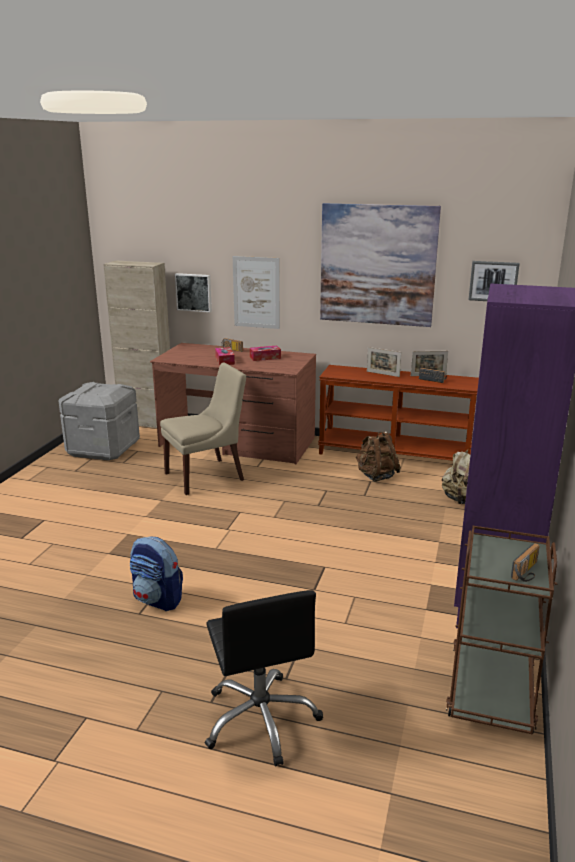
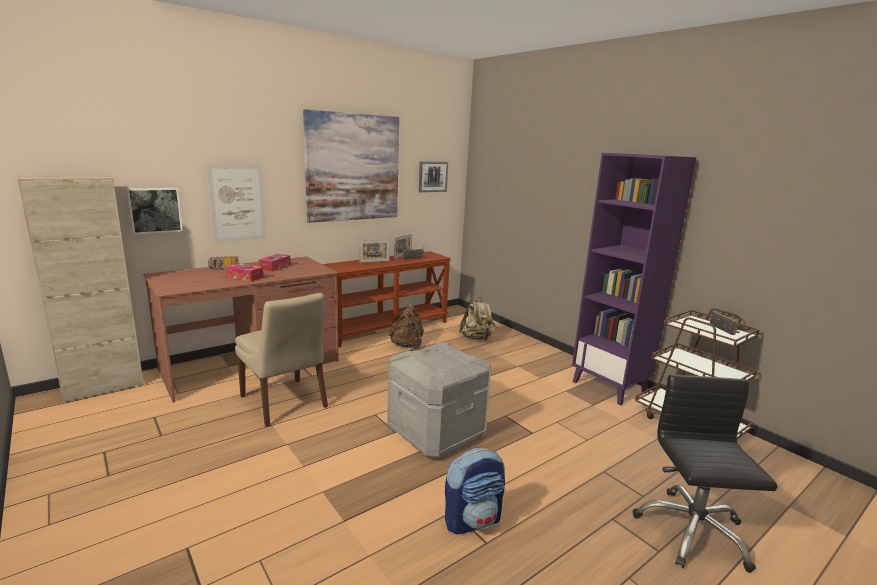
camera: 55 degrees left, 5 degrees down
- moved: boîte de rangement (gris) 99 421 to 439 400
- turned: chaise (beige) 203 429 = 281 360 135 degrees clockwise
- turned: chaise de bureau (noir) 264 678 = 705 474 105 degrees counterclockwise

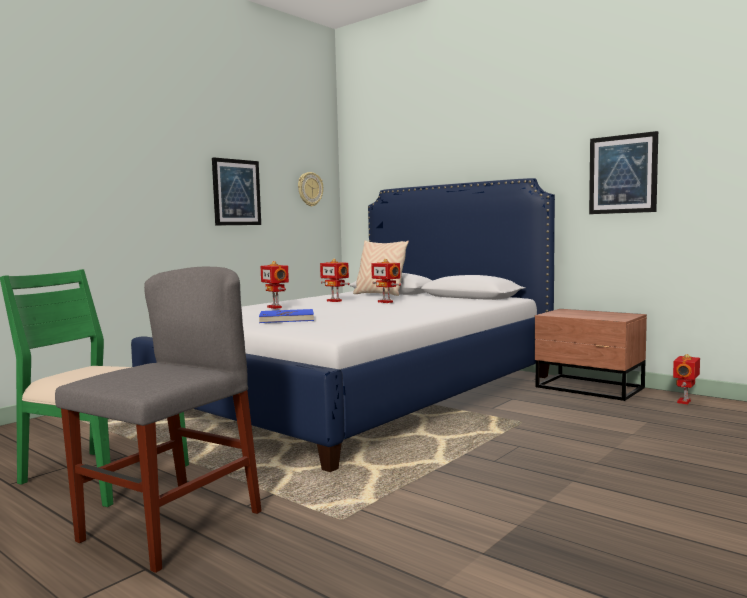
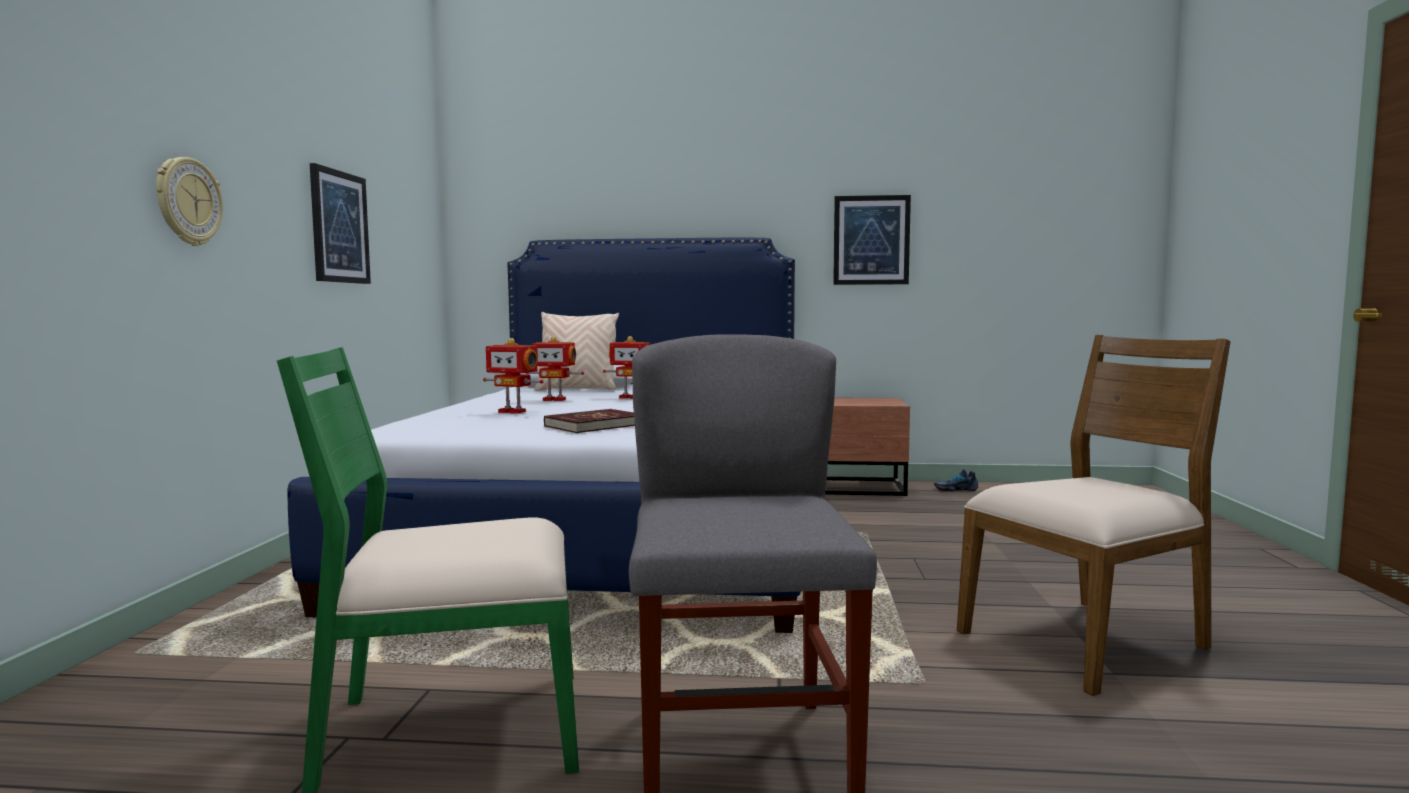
camera: 35 degrees left, 0 degrees up
- recoloured: livre (bleu) 286 316 to livre (rouge) 589 421
- moved: horloge murale 310 189 to 189 201
- replaced: robot jouet 686 379 to chaussure 956 480
- added: chaise (marron) 1094 515

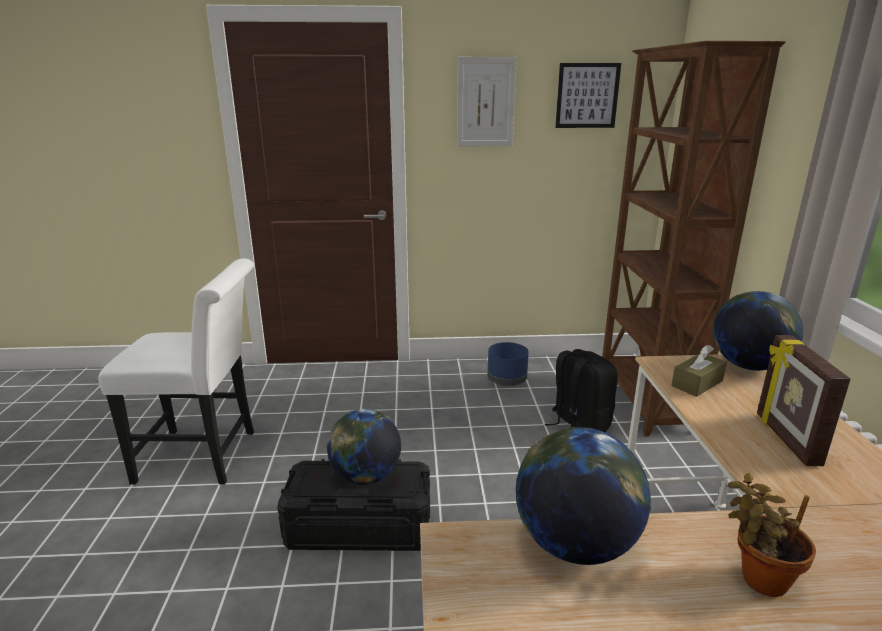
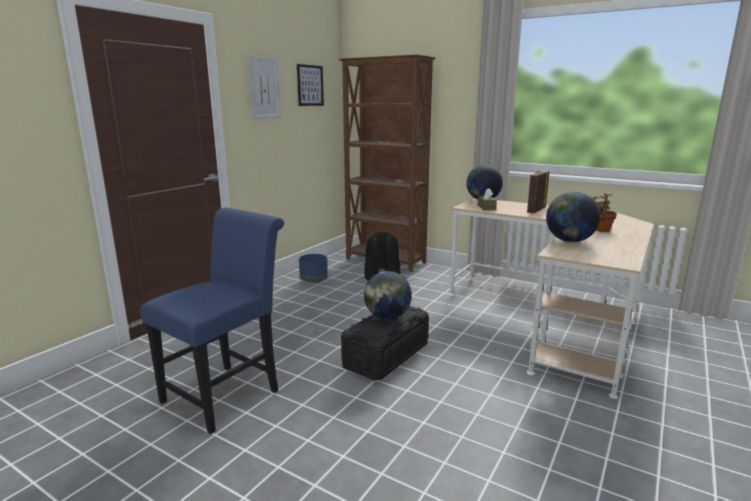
camera: 55 degrees left, 5 degrees down
- recoloured: chaise (blanc) 176 372 to chaise (bleu) 212 321
- turned: cadre photo 804 400 = 538 192 90 degrees clockwise

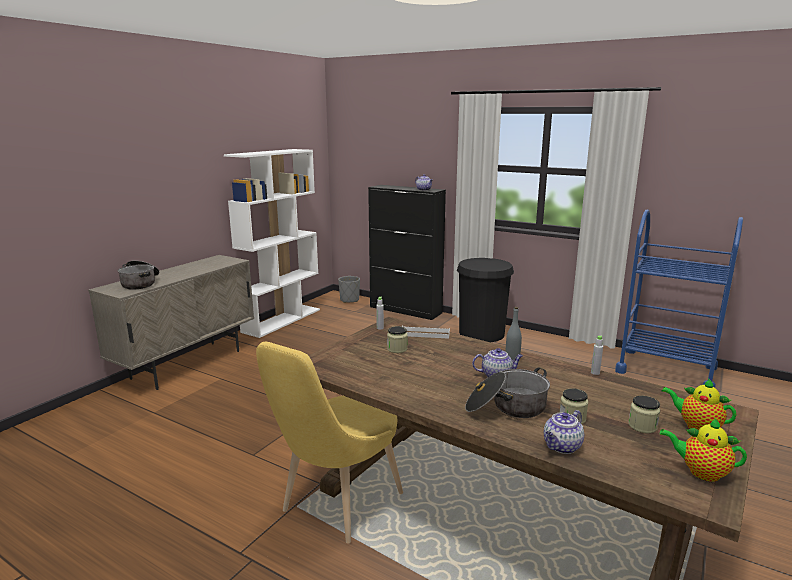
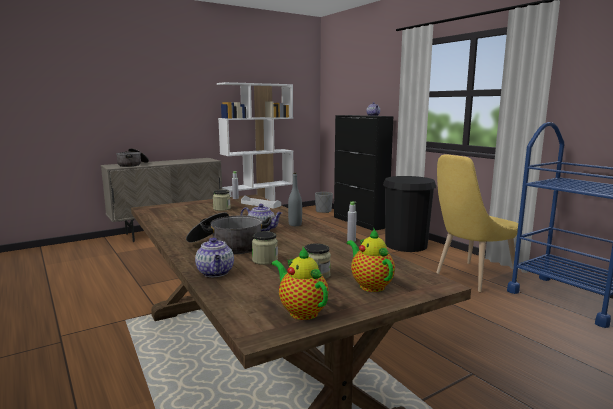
camera: 25 degrees right, 5 degrees down
- moved: chaise (jaune) 329 443 to 477 223
- turned: théière 564 432 = 214 257 90 degrees counterclockwise

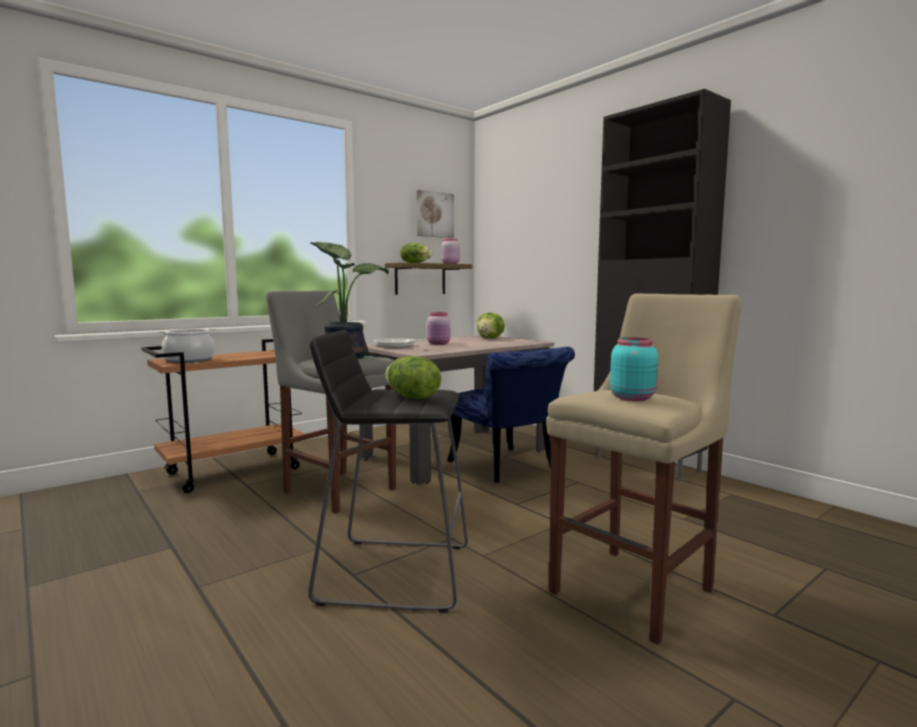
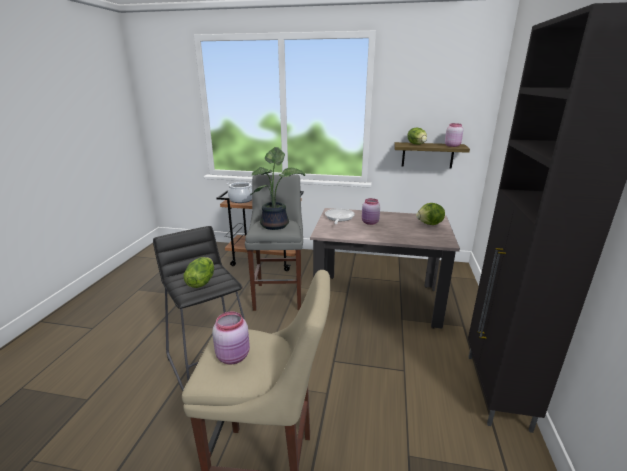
camera: 50 degrees right, 15 degrees up
- removed: tableau 435 214
- removed: chaise (bleu) 511 415
- recoloured: bocal (turquoise) 634 369 to bocal (rose) 231 338

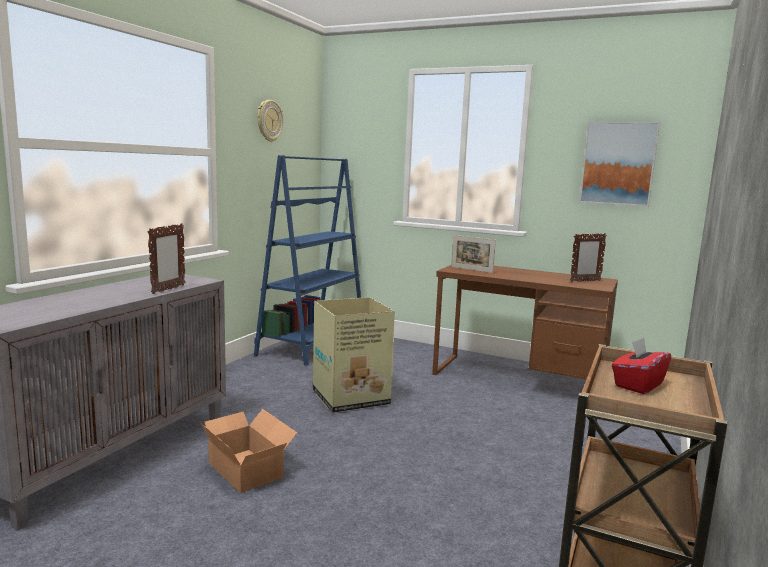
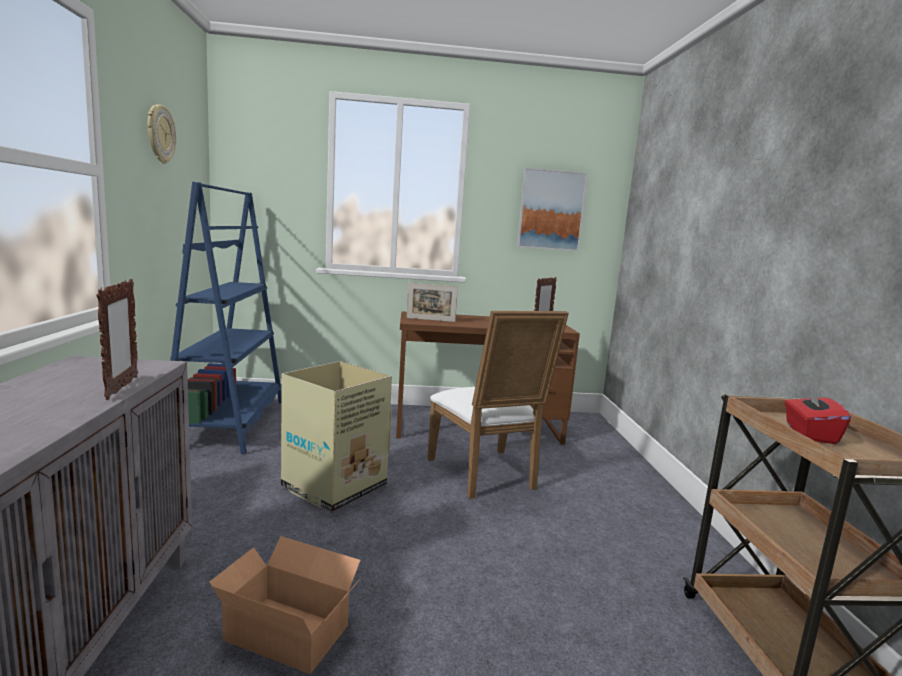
camera: 30 degrees left, 0 degrees up
- added: chaise (blanc) 498 405

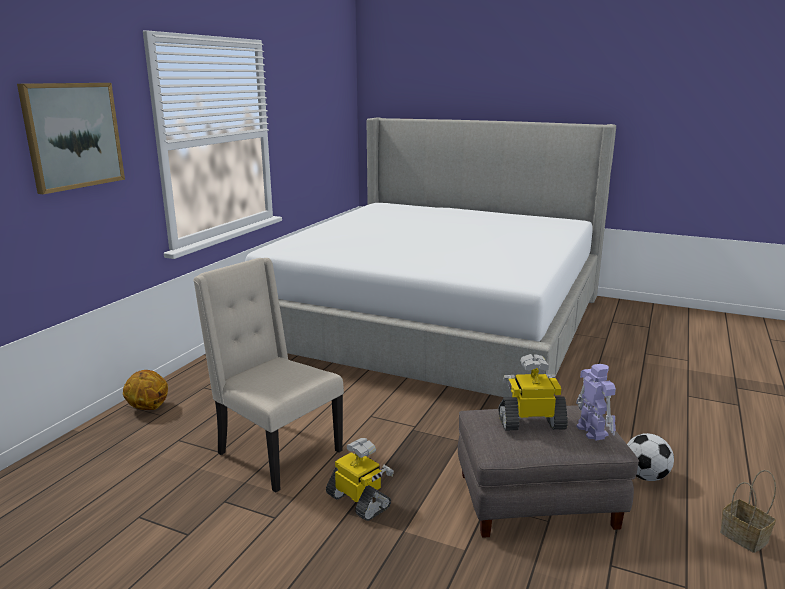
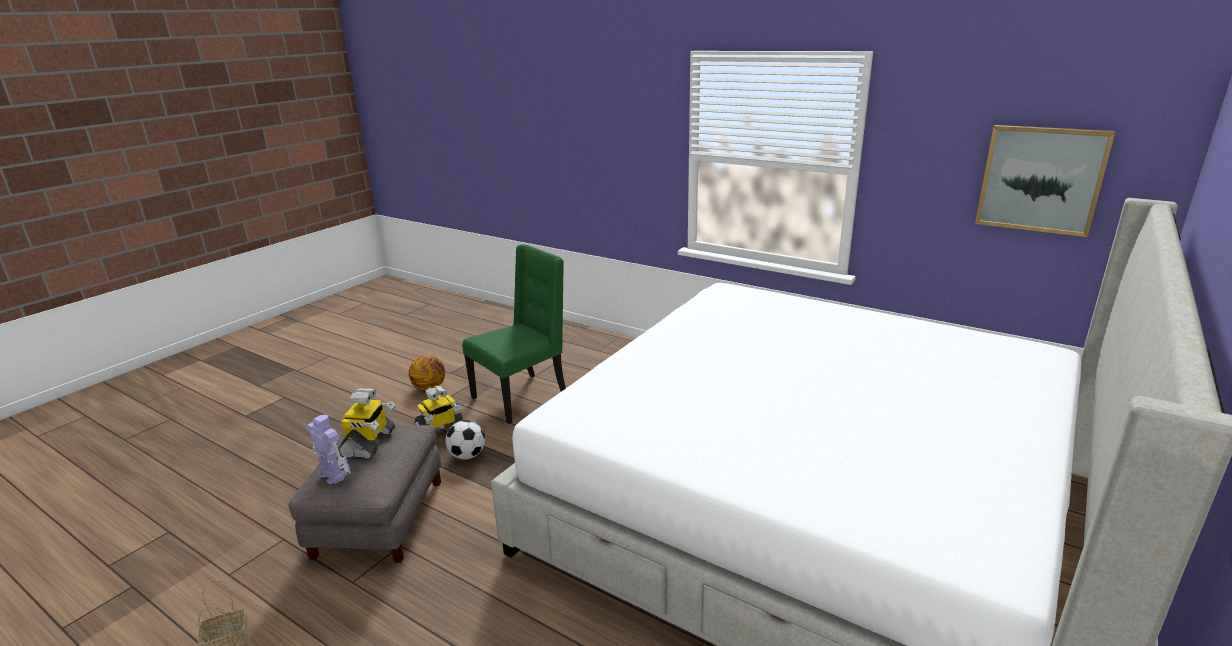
camera: 100 degrees right, 5 degrees up
- moved: tableau 71 138 to 1045 181
- moved: ballon de basket 145 390 to 427 373
- recoloured: chaise (beige) 268 375 to chaise (vert) 514 334
- turned: robot jouet 596 402 = 328 449 135 degrees counterclockwise
- moved: ballon de foot 650 457 to 465 440

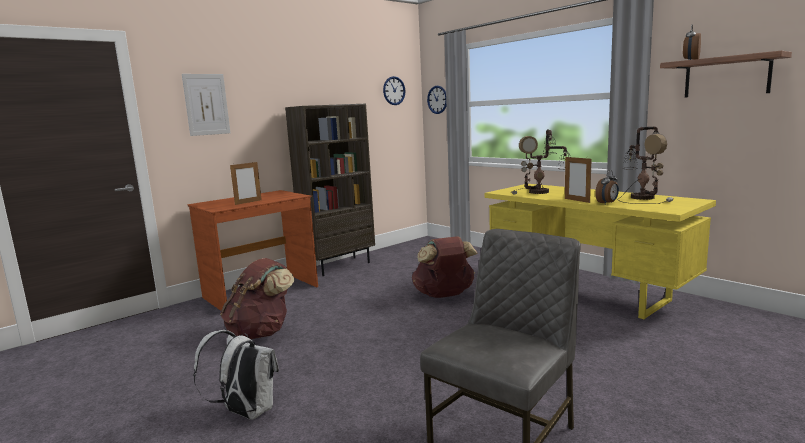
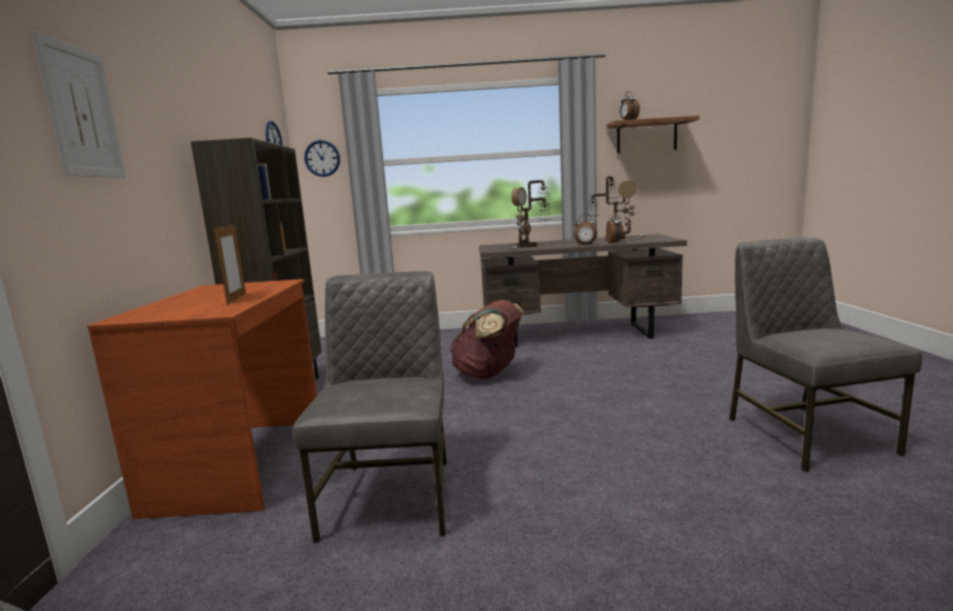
camera: 50 degrees left, 0 degrees up
- removed: sac à dos (blanc) 236 374
- replaced: sac à dos (marron) 257 298 to chaise (gris) 370 407
- recoloured: bureau (jaune) 600 251 to bureau (marron) 583 290
- replaced: cadre photo 578 180 to réveil 585 229

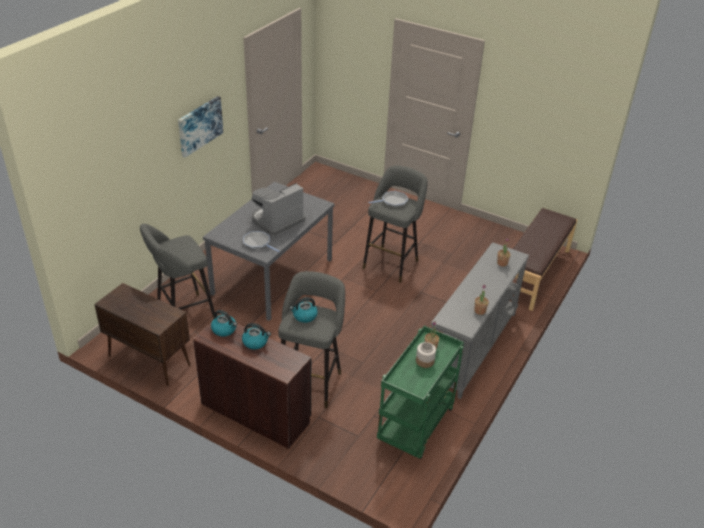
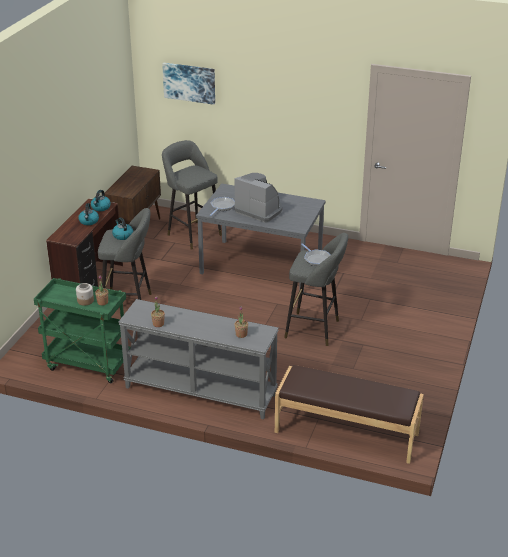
camera: 80 degrees right, 5 degrees down
- moved: tableau 200 126 to 188 84

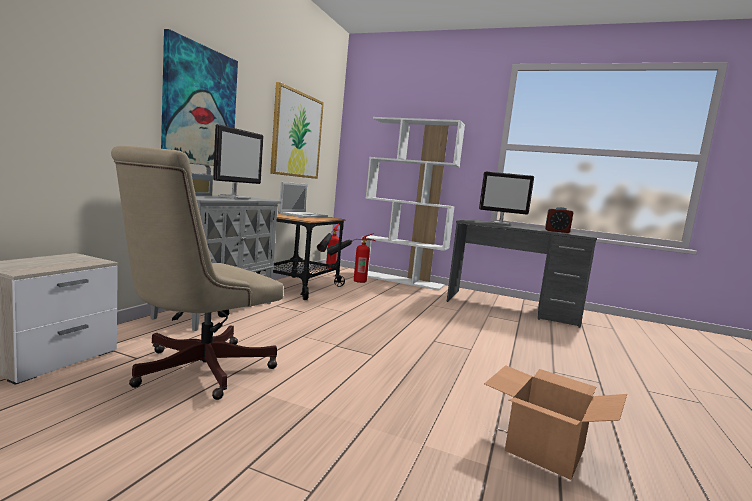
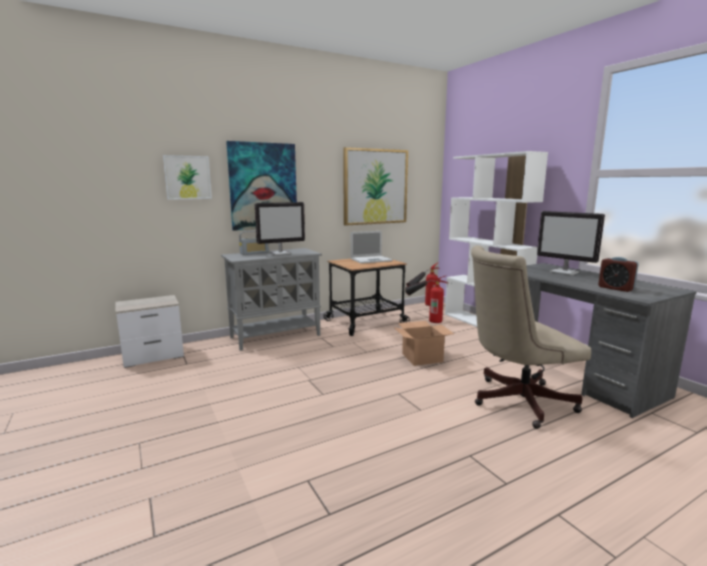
camera: 40 degrees right, 5 degrees up
- moved: chaise de bureau (beige) 197 273 to 531 337
- moved: carton 555 422 to 424 343
- added: tableau 187 177

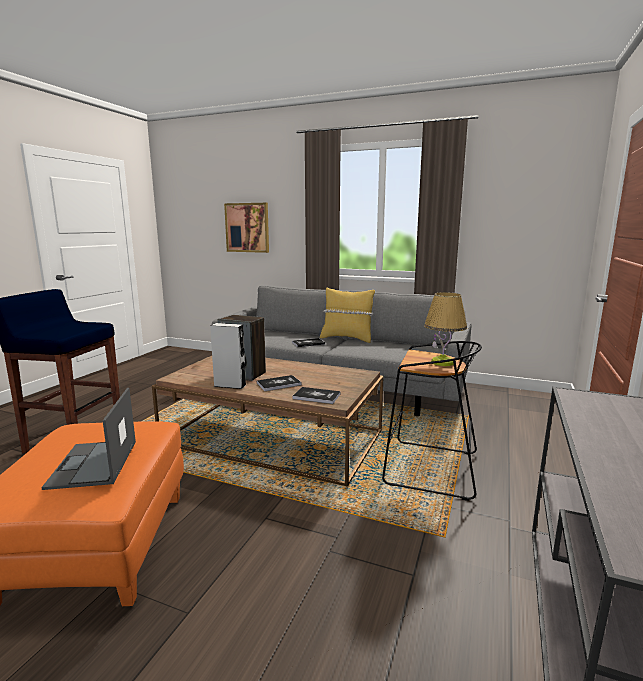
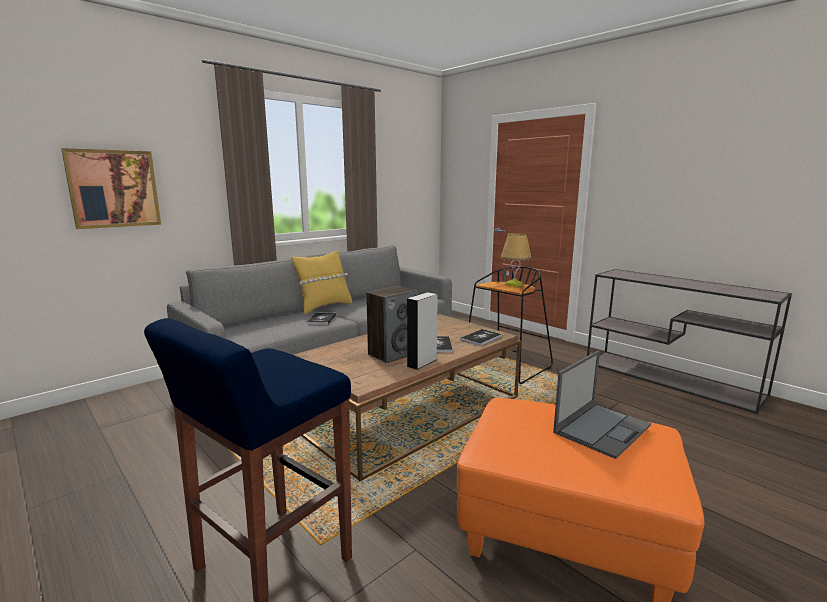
camera: 65 degrees left, 0 degrees up
- turned: ordinateur portable 88 439 = 602 404 60 degrees counterclockwise

